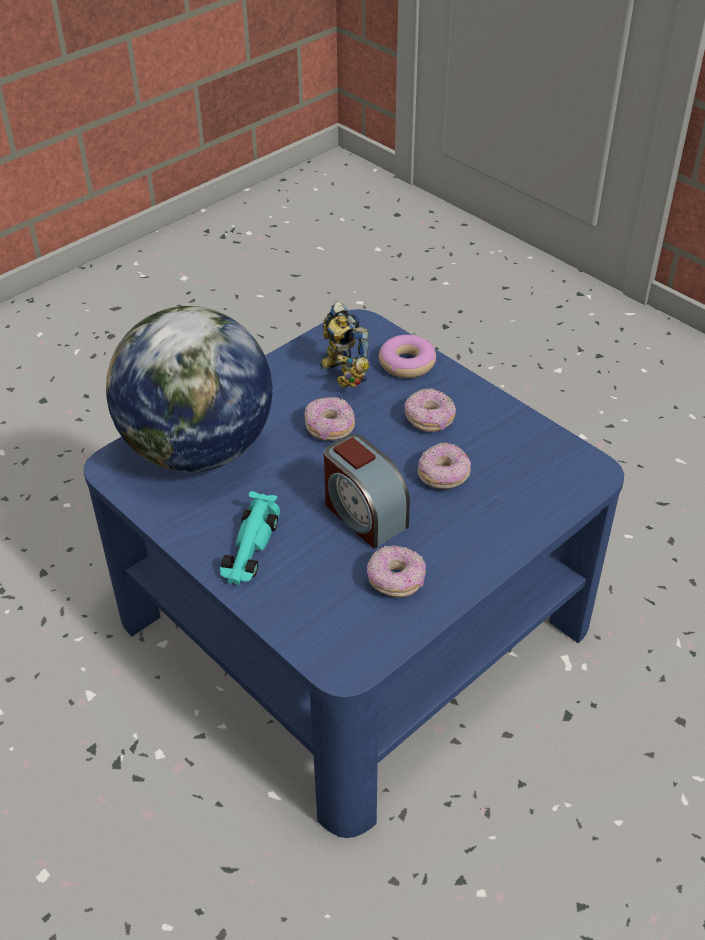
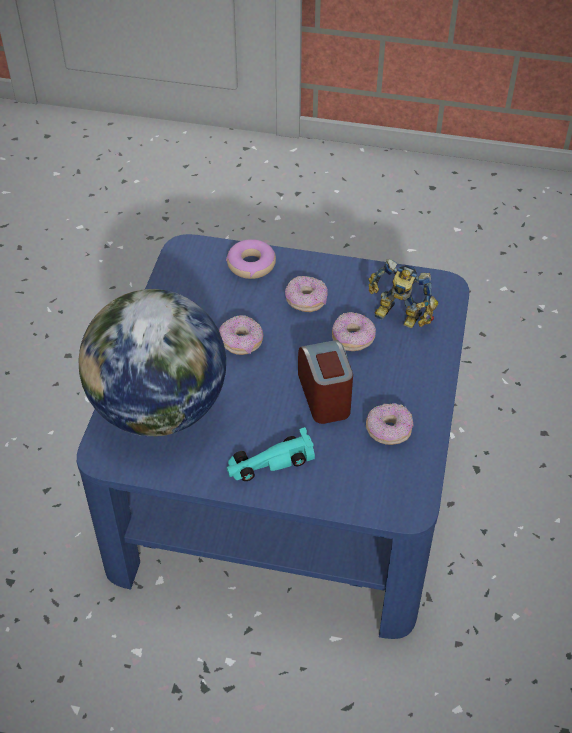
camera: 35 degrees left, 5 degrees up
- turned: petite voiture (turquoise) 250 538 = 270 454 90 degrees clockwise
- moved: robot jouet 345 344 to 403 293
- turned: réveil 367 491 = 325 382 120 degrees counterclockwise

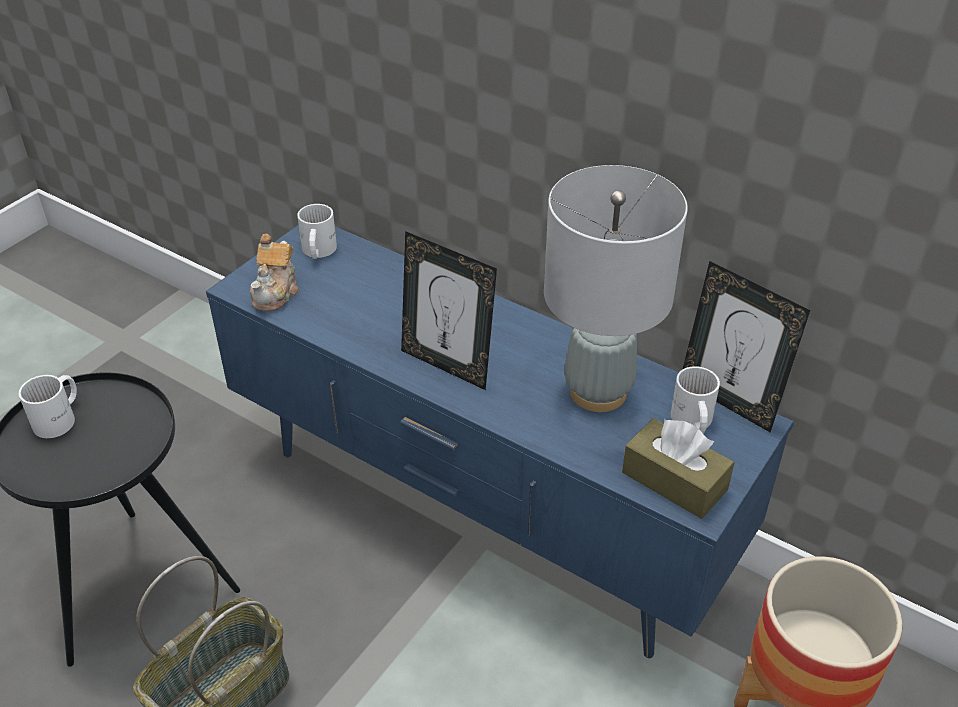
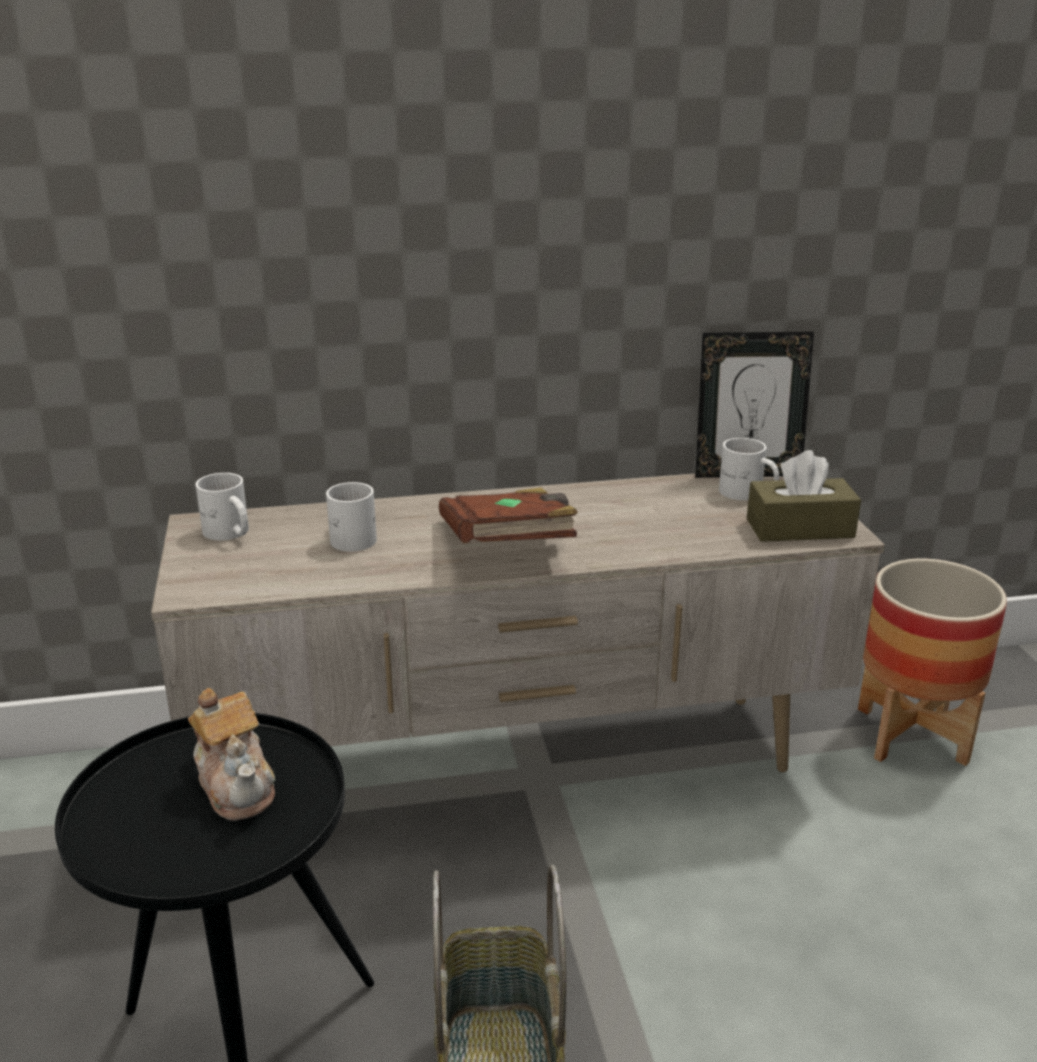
camera: 45 degrees left, 15 degrees down
- moved: mug (blanc) 48 406 to 351 517
- recoloured: meuble télé (bleu) 500 441 to meuble télé (beige) 518 622
- moved: théière 274 273 to 231 754
- replaced: cadre photo 449 310 to livre (marron) 508 515
- removed: lampe de table (gris) 616 288

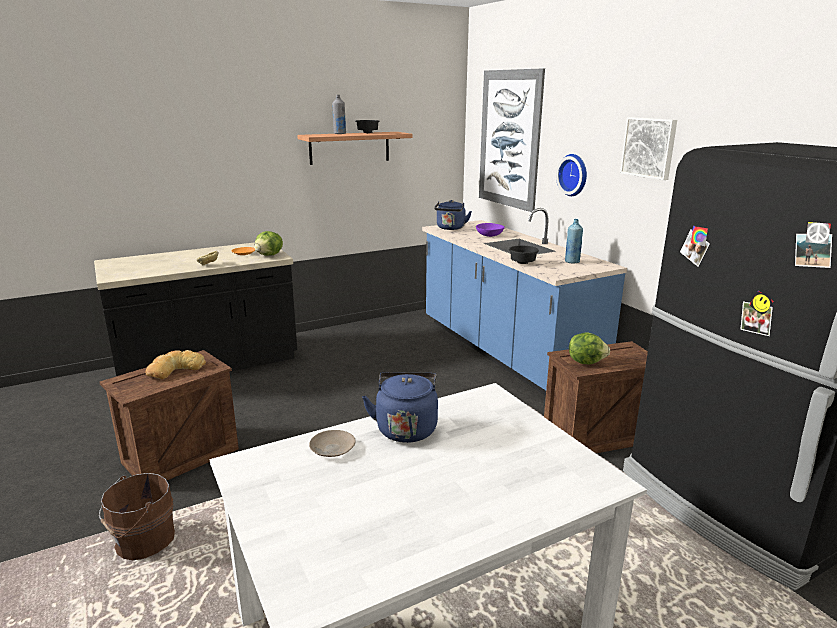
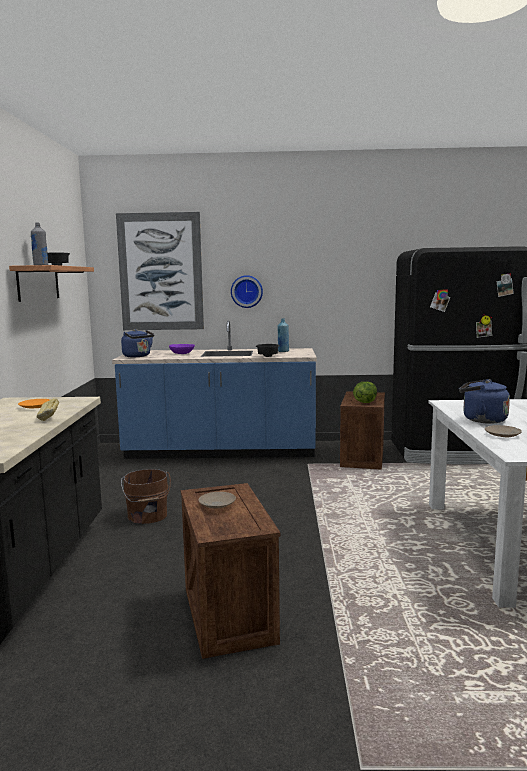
camera: 60 degrees left, 10 degrees down
- moved: seau (marron) 137 516 to 146 496
- replaced: pain 176 364 to assiette (beige) 217 500
- removed: laitue 268 243
- removed: tableau 648 148

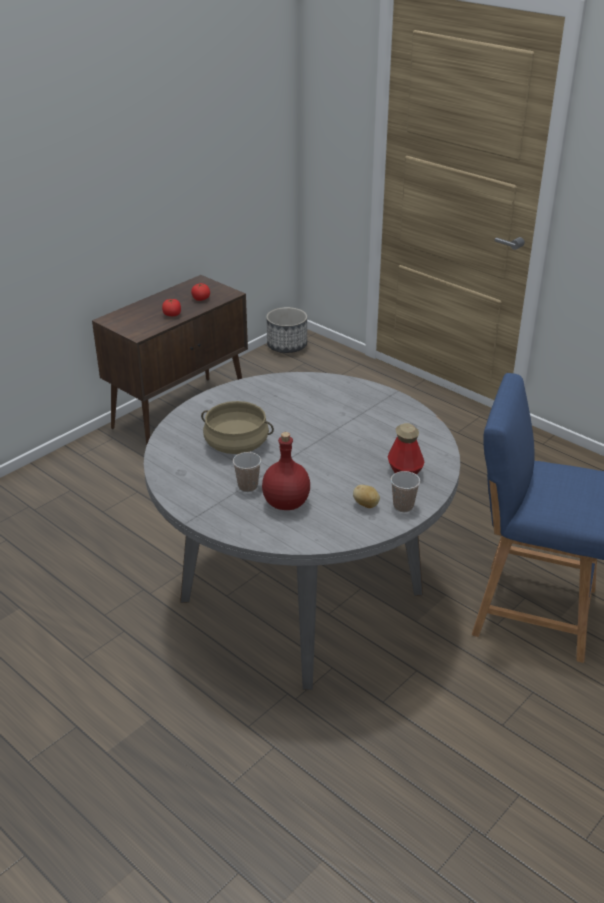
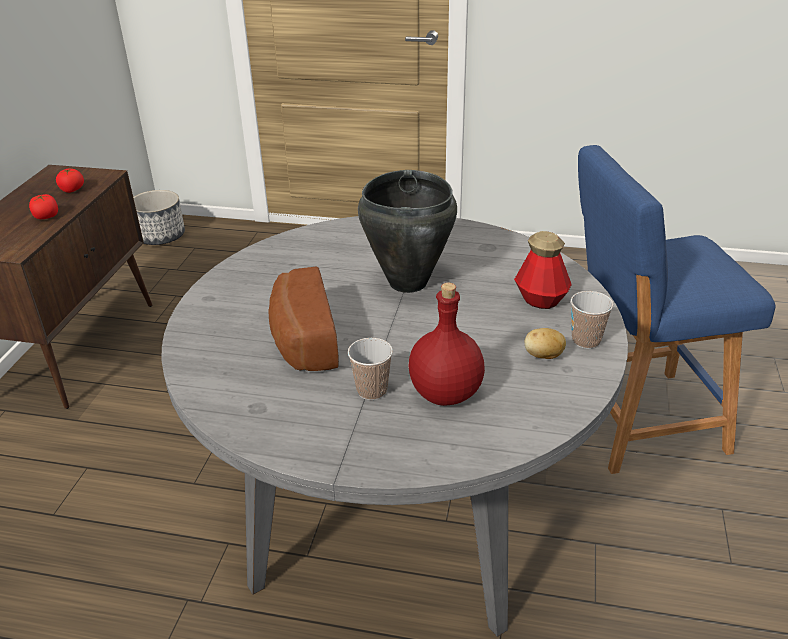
camera: 30 degrees left, 0 degrees up
- replaced: marmite (beige) 237 427 to pain 303 318
- added: marmite (noir) 407 231

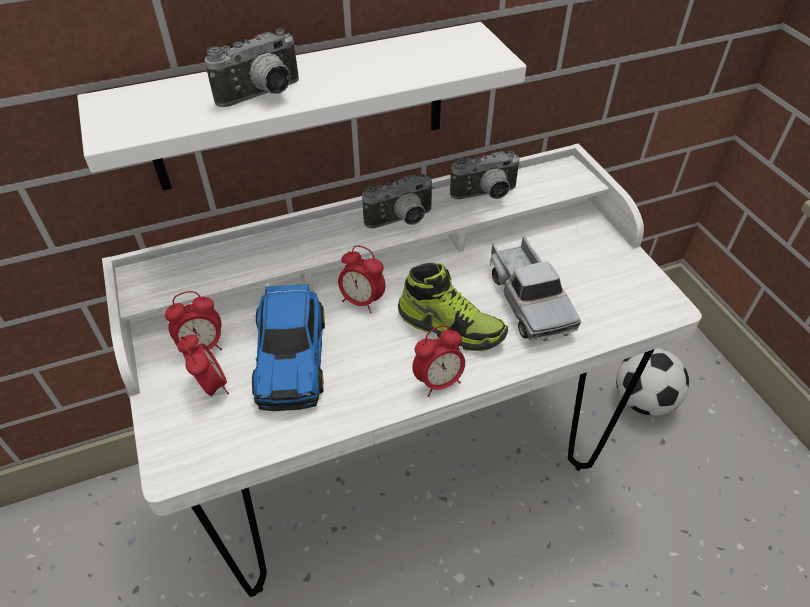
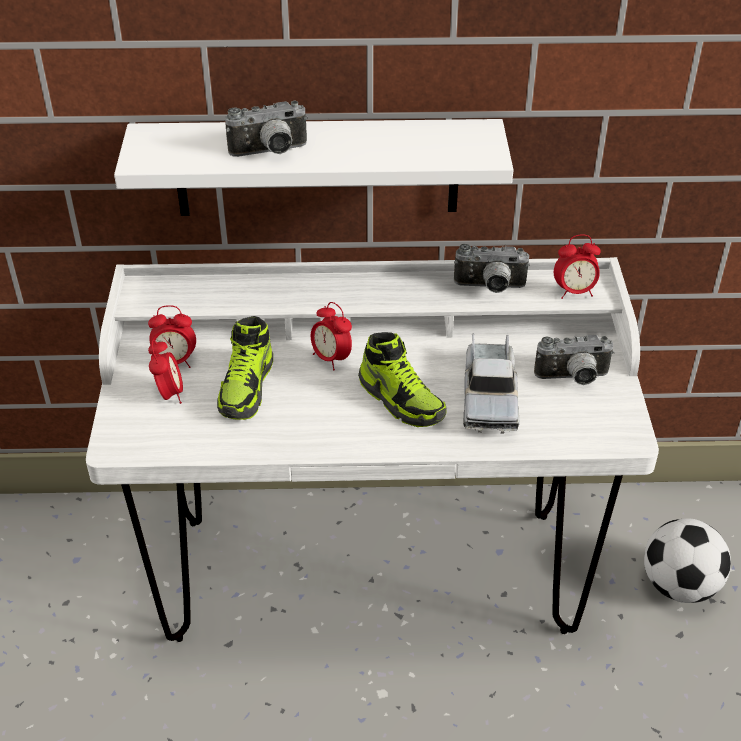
camera: 20 degrees right, 5 degrees down
- replaced: petite voiture 288 347 to chaussure 245 368
- moved: appareil photo 398 201 to 574 360
- moved: réveil 438 361 to 577 266

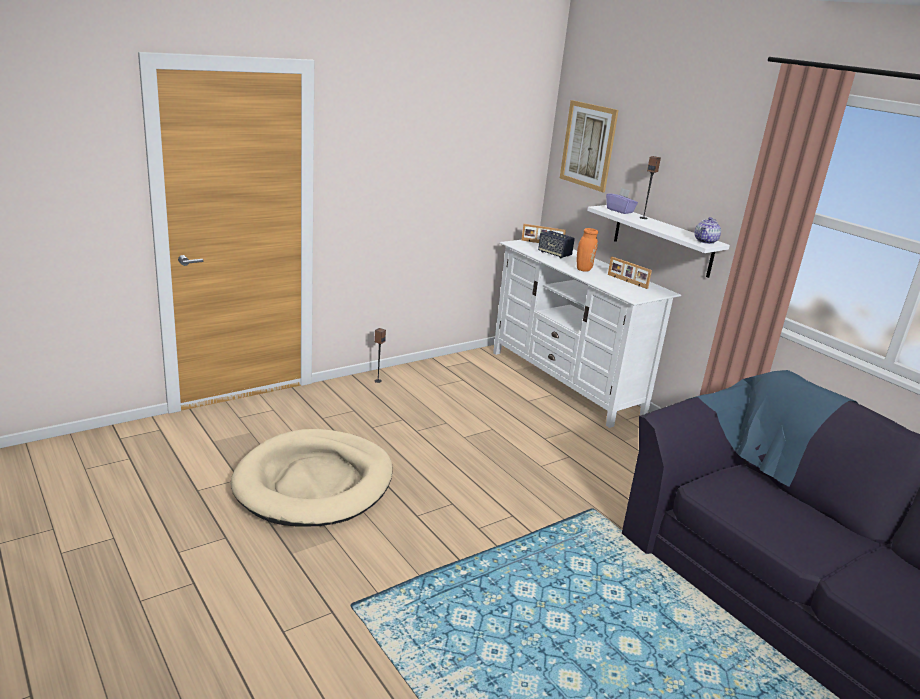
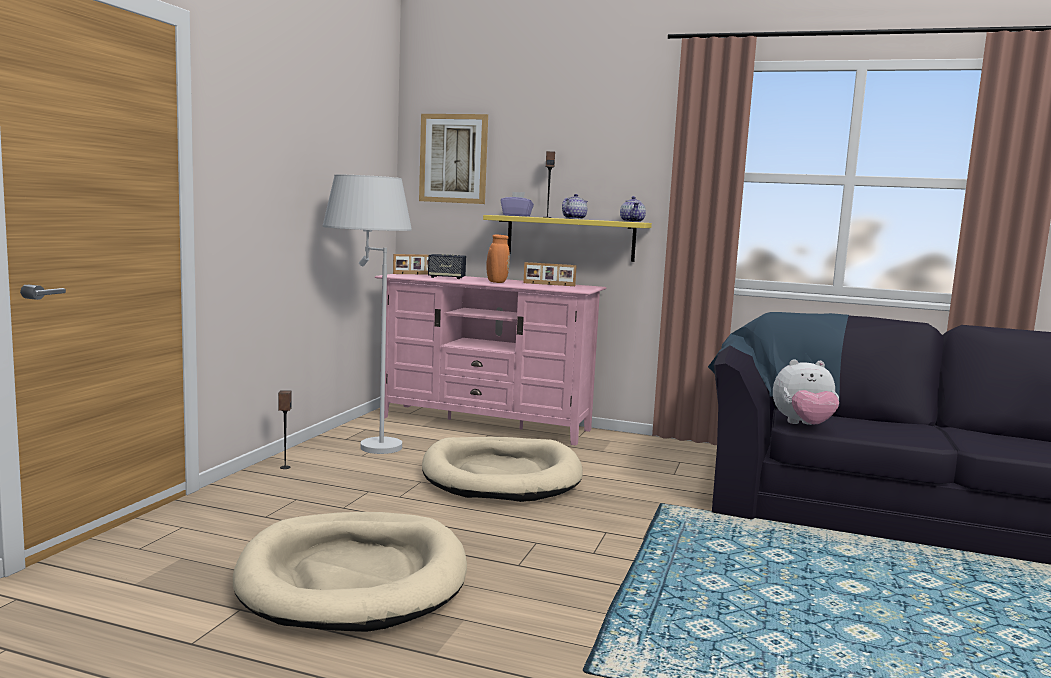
camera: 35 degrees left, 15 degrees down
- recoloured: meuble télé (blanc) 587 334 to meuble télé (rose) 491 360
- recoloured: étagère (blanc) 658 241 to étagère (jaune) 567 238
- added: lampadaire (blanc) 367 314
- added: panier pour chien (beige) 502 469
- added: théière 575 206
- added: peluche 806 392

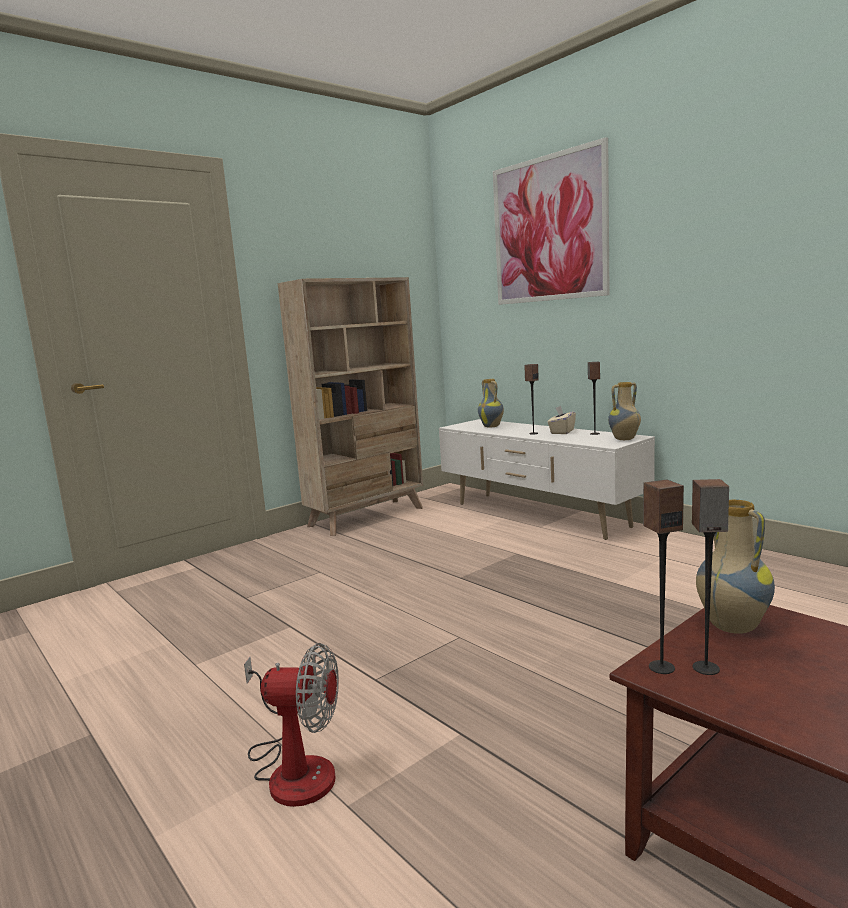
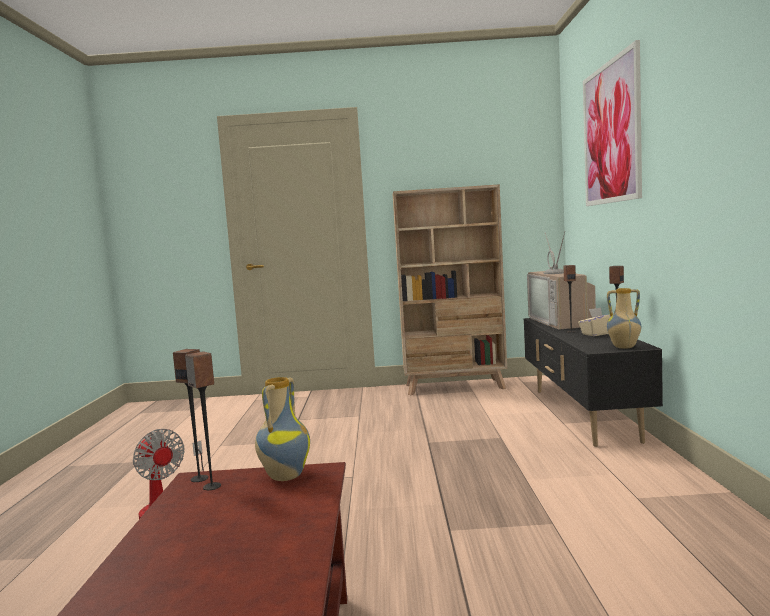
camera: 40 degrees right, 5 degrees down
- recoloured: meuble télé (blanc) 547 479 to meuble télé (noir) 593 382
- replaced: vase 491 403 to téléviseur 561 281

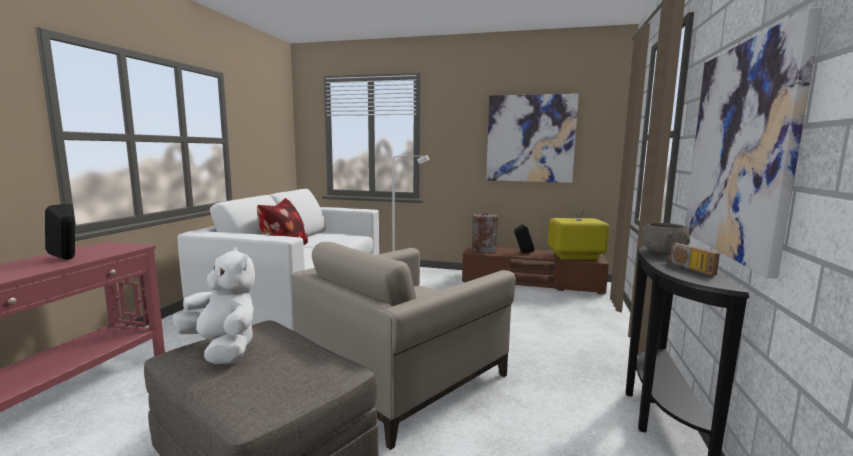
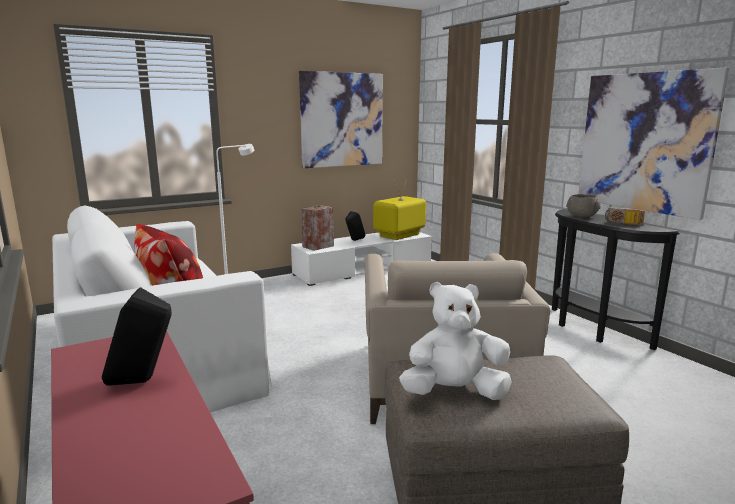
camera: 45 degrees left, 5 degrees up
- recoloured: meuble télé (marron) 535 270 to meuble télé (blanc) 361 259

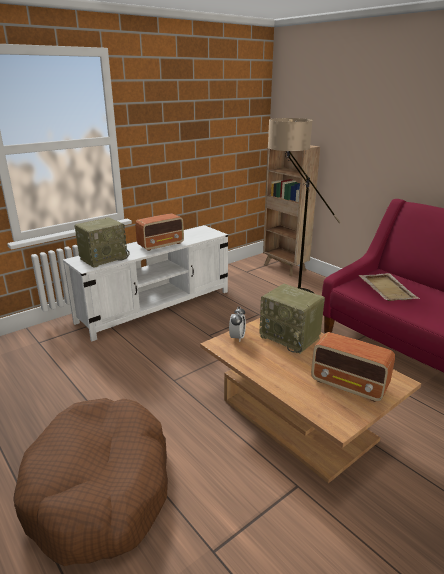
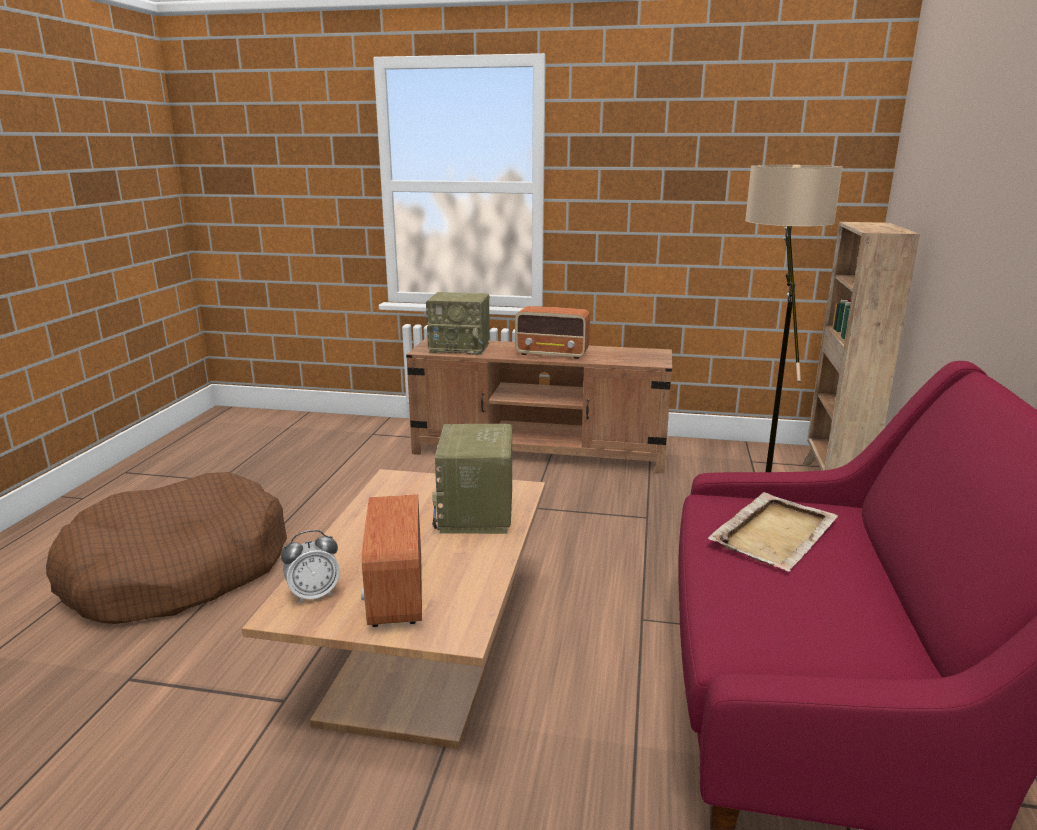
camera: 50 degrees right, 5 degrees down
- recoloured: meuble télé (blanc) 145 283 to meuble télé (marron) 539 405
- moved: réveil 237 324 to 310 567

